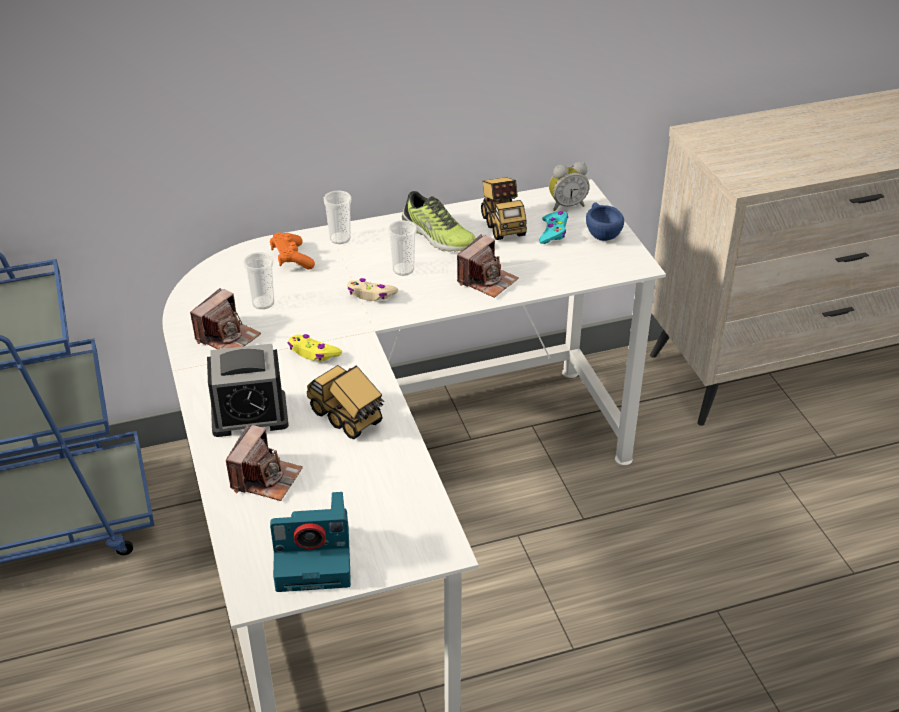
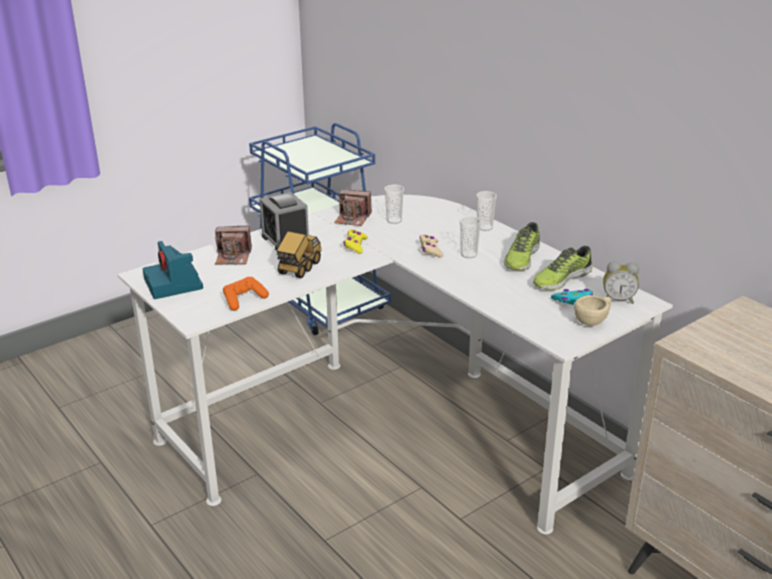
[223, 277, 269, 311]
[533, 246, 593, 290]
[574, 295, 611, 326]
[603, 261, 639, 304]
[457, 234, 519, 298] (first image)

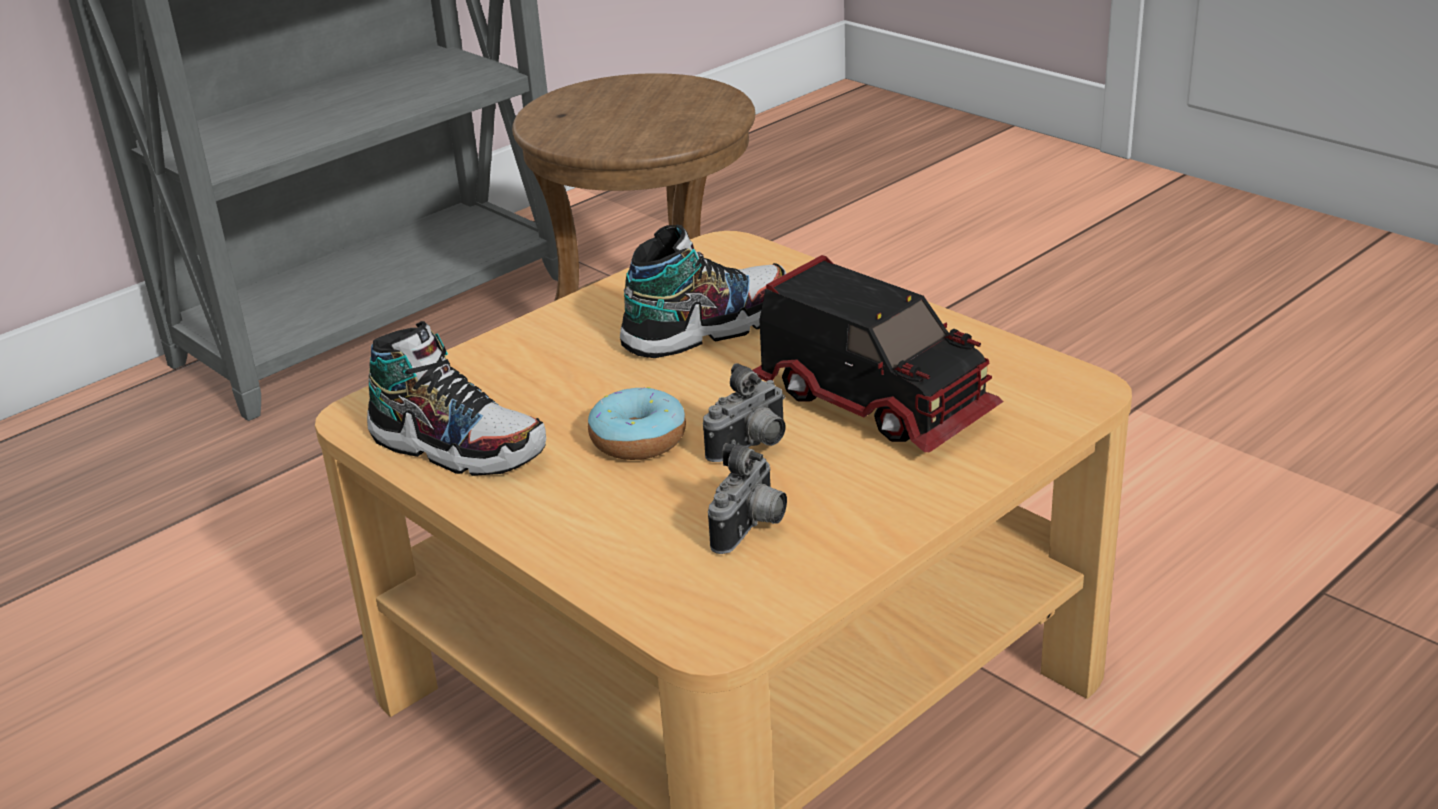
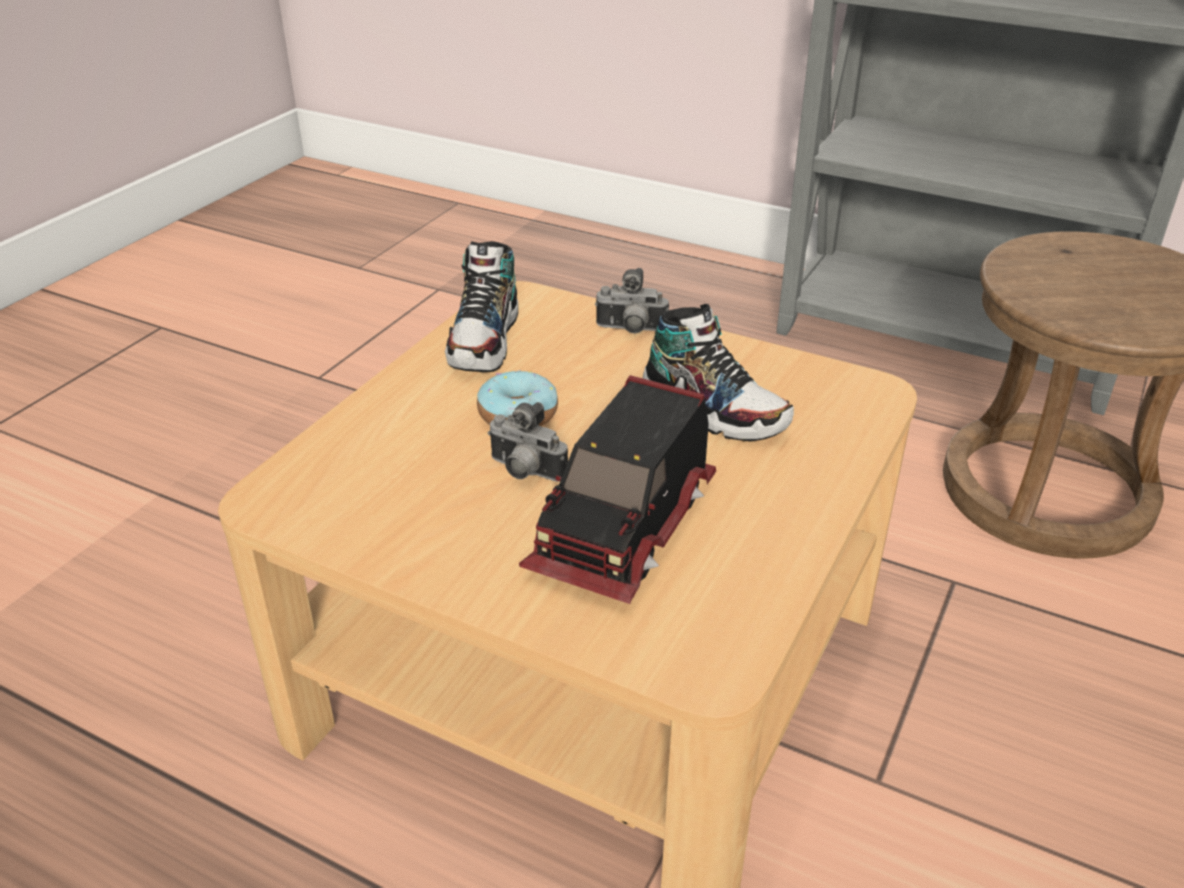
[595, 268, 669, 333]

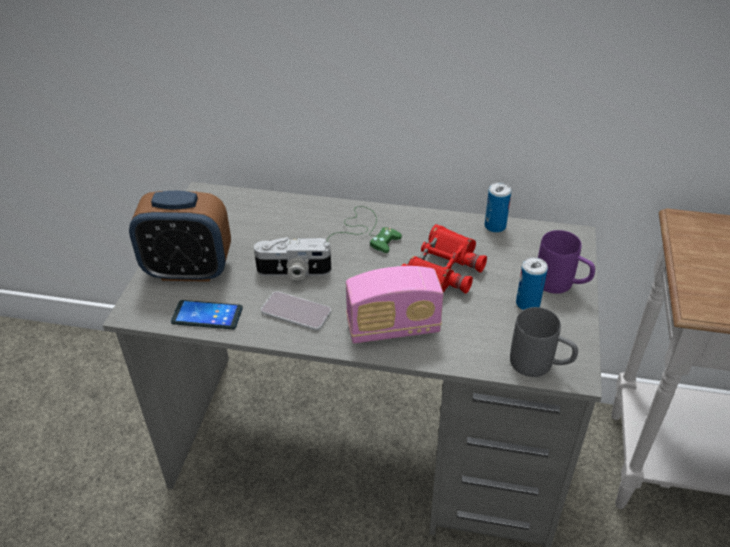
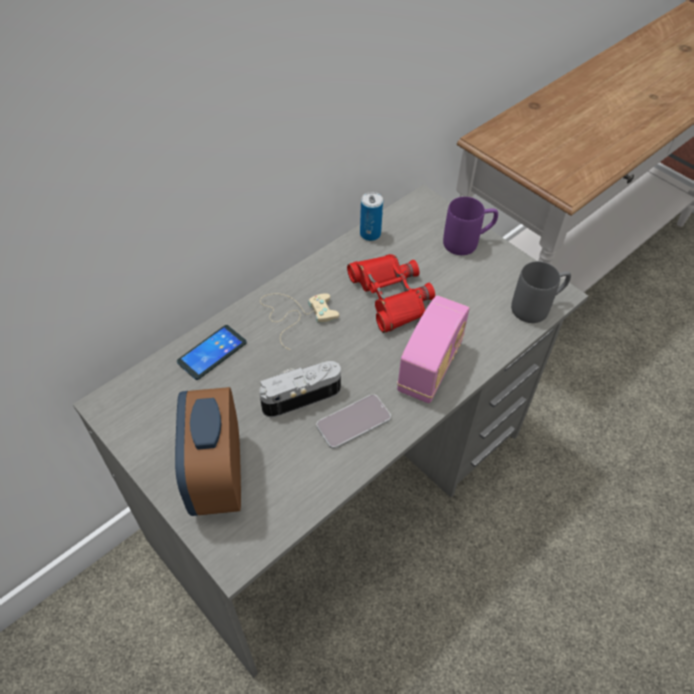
[175, 387, 241, 516]
[177, 325, 247, 380]
[259, 361, 341, 418]
[260, 293, 339, 350]
[516, 257, 548, 310] (first image)

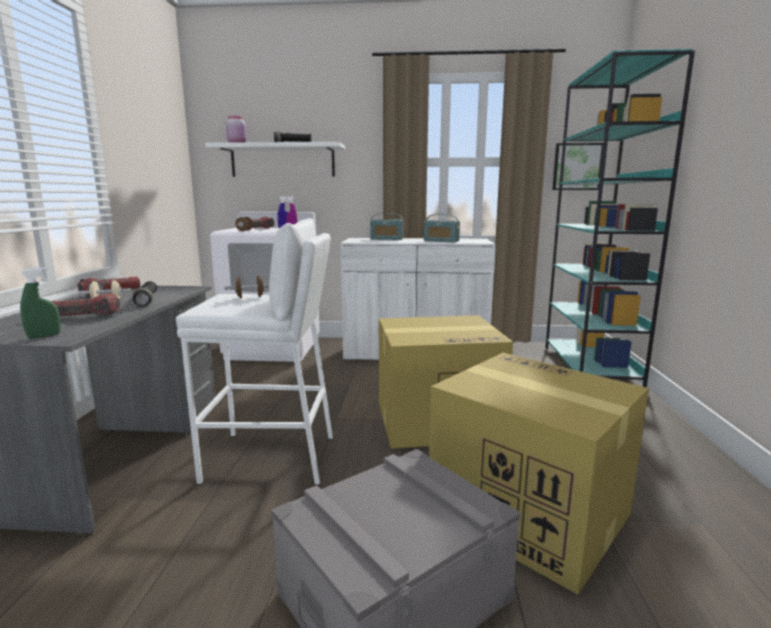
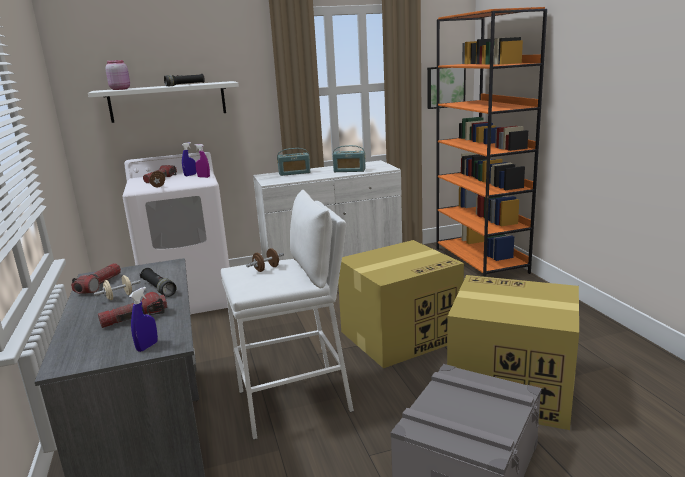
[129, 287, 158, 352]
[436, 7, 547, 277]

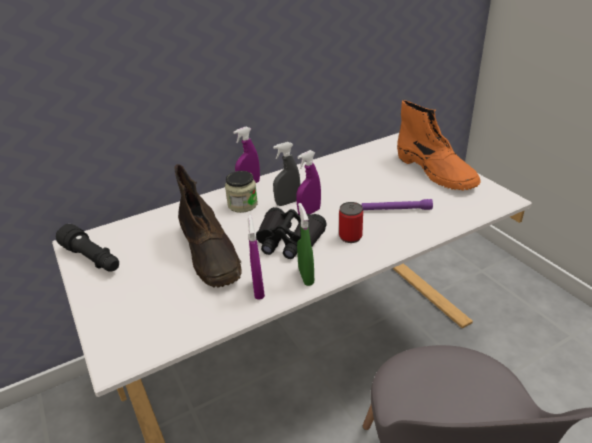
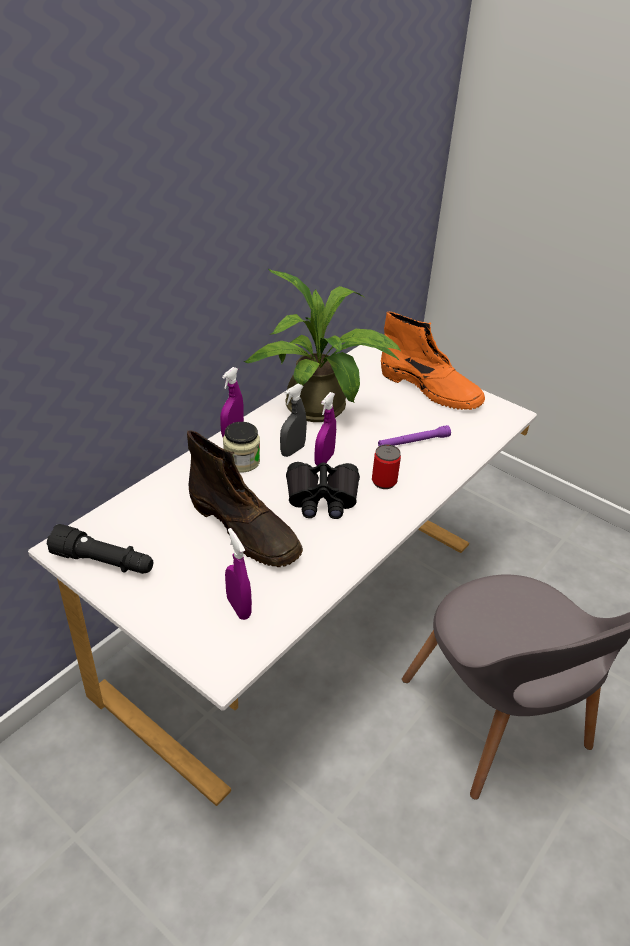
[225, 528, 252, 620]
[244, 269, 401, 422]
[297, 203, 314, 286] (first image)

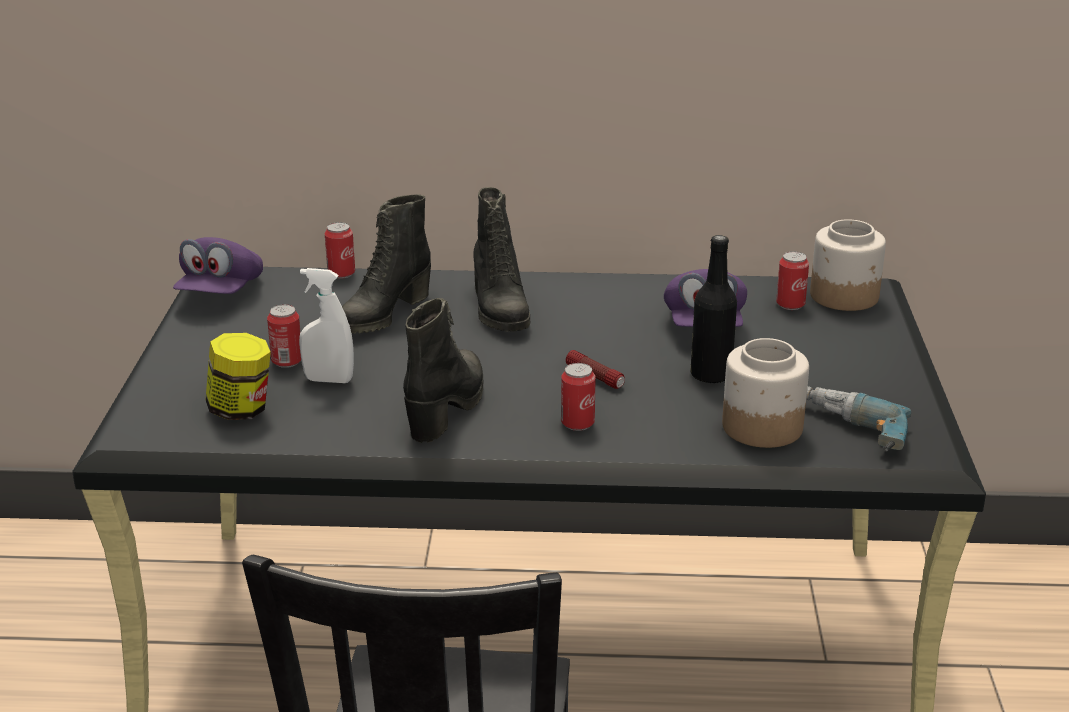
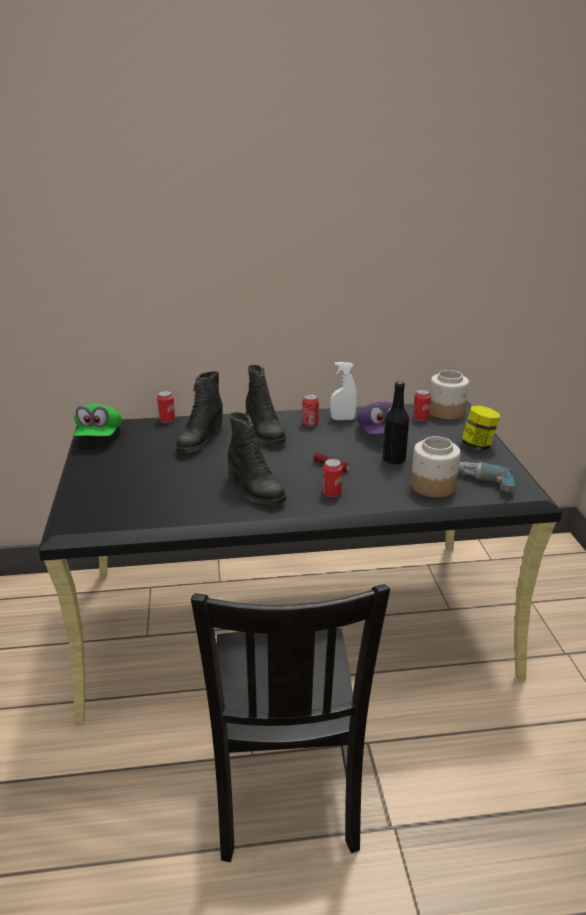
[74, 404, 122, 436]
[228, 412, 286, 505]
[302, 394, 319, 427]
[330, 362, 357, 420]
[461, 406, 500, 450]

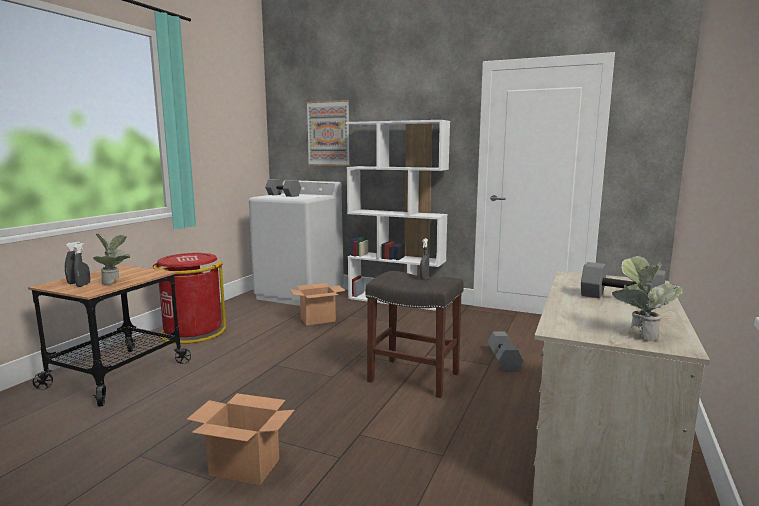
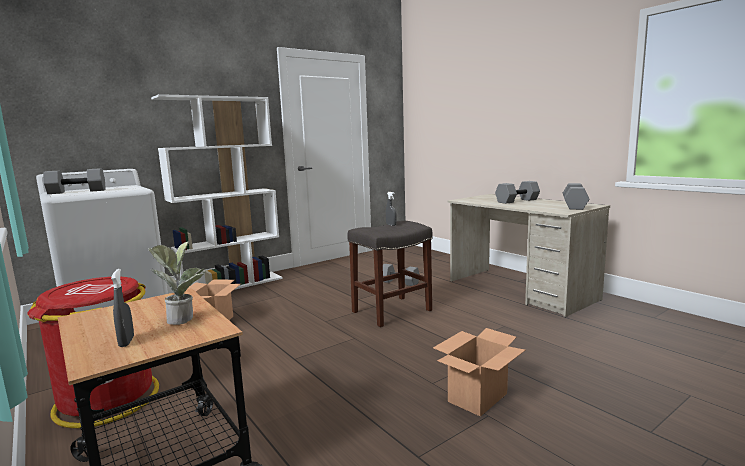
[563, 183, 590, 210]
[74, 243, 90, 287] (first image)
[306, 100, 350, 166] (first image)

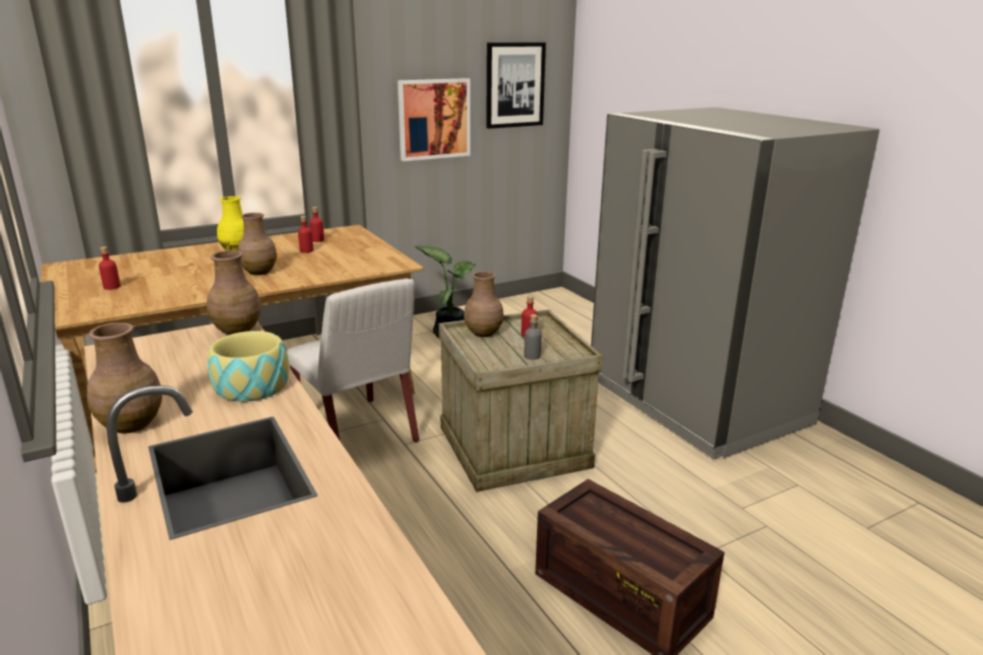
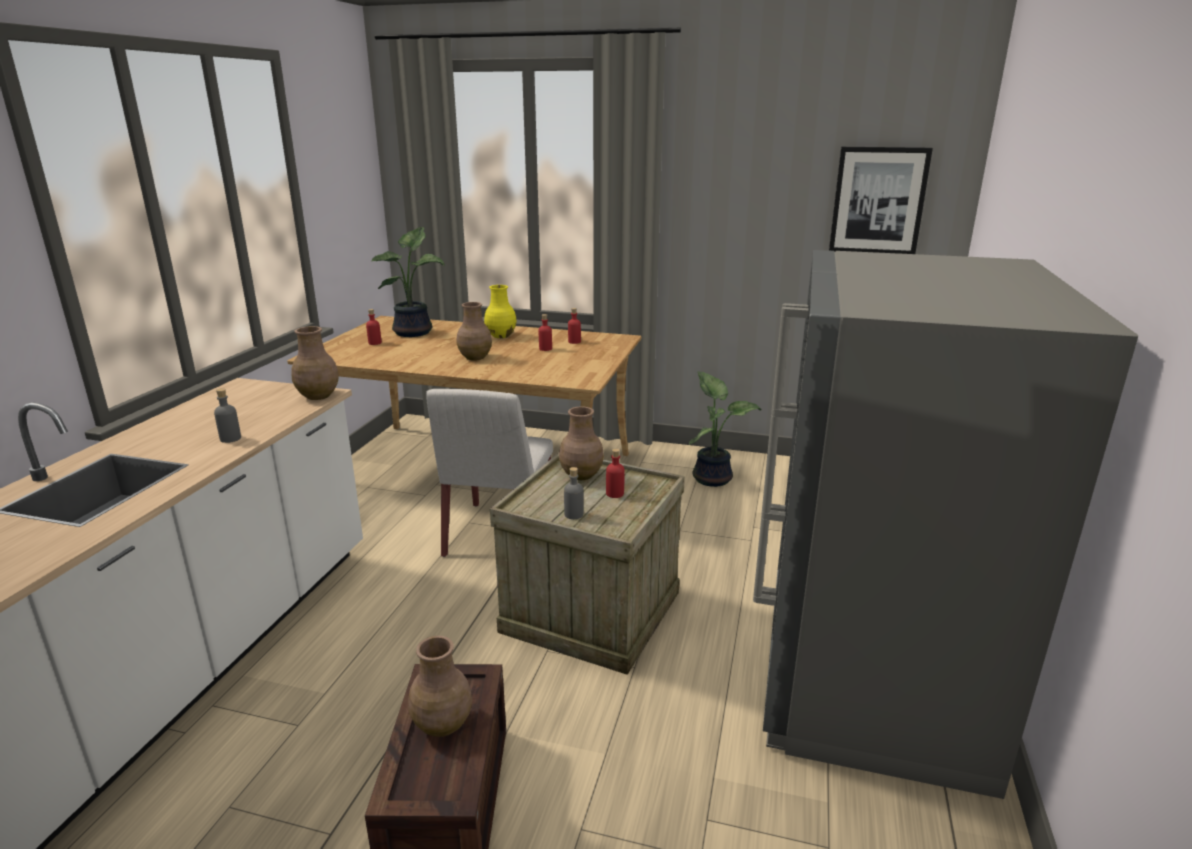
[214, 388, 241, 443]
[371, 227, 444, 337]
[408, 636, 472, 737]
[398, 78, 470, 161] (first image)

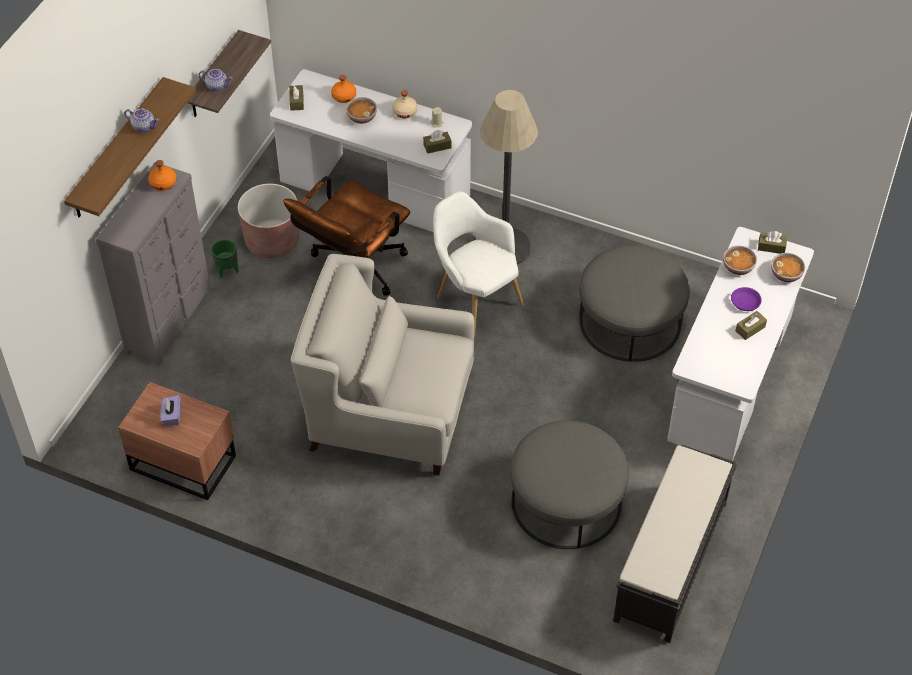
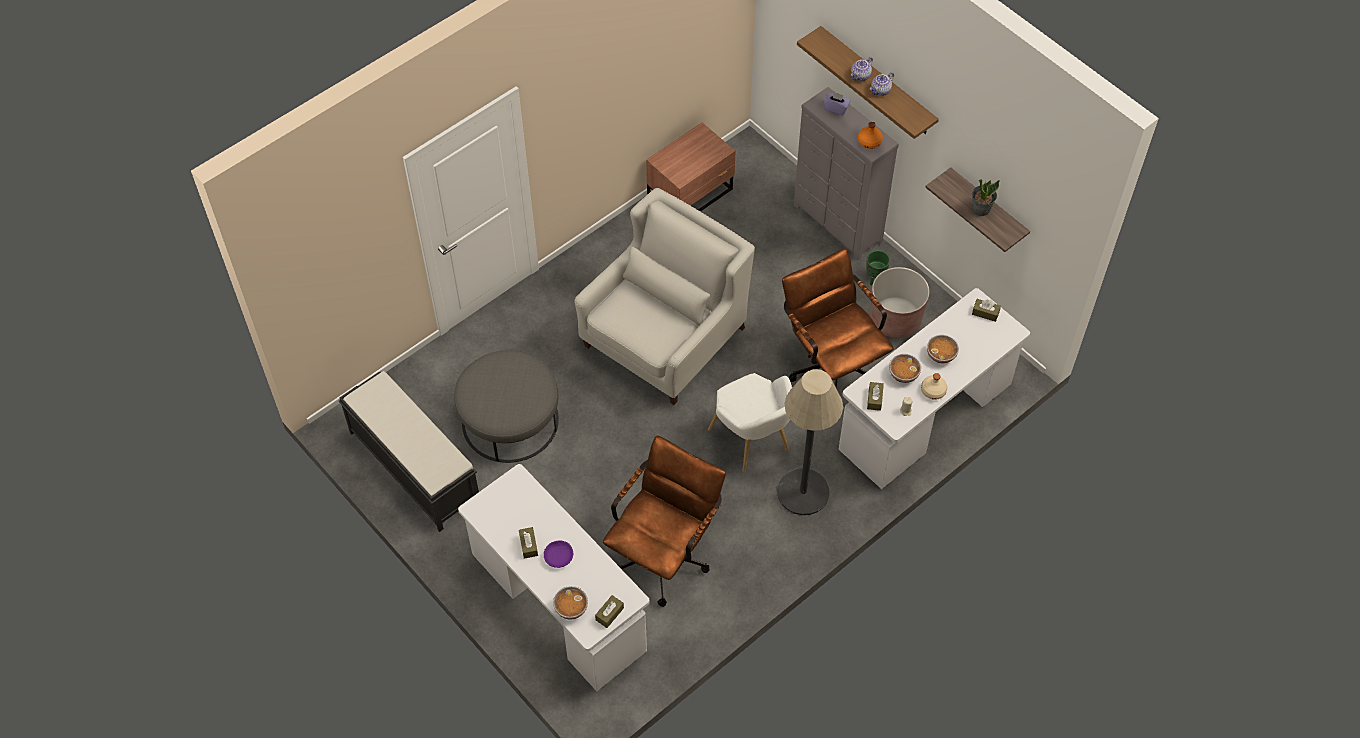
[603, 436, 726, 607]
[708, 373, 792, 472]
[823, 92, 851, 115]
[851, 57, 873, 81]
[889, 354, 921, 383]
[972, 179, 1000, 216]
[331, 75, 356, 103] (first image)

